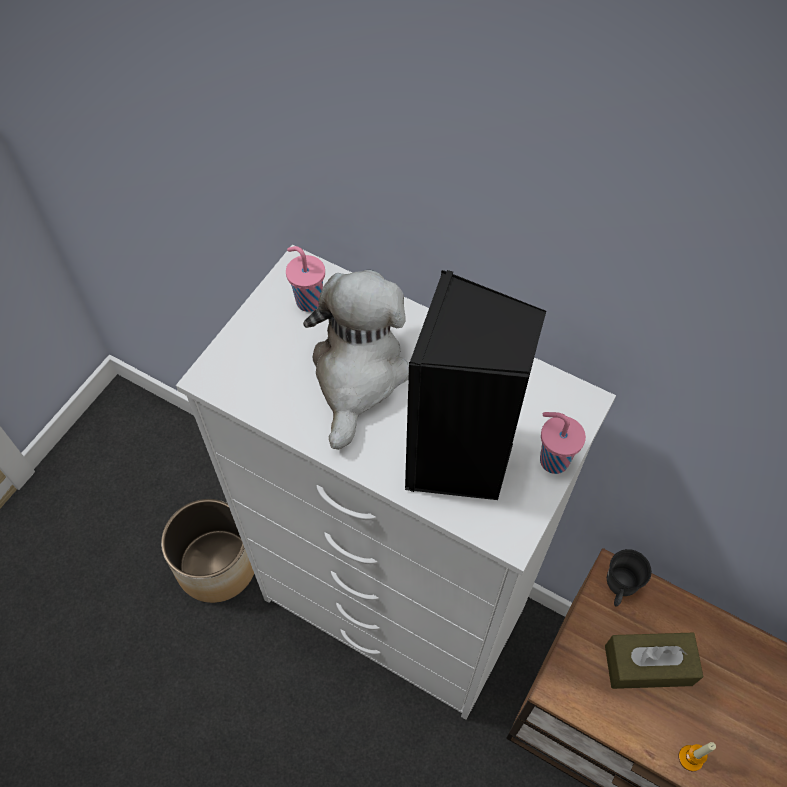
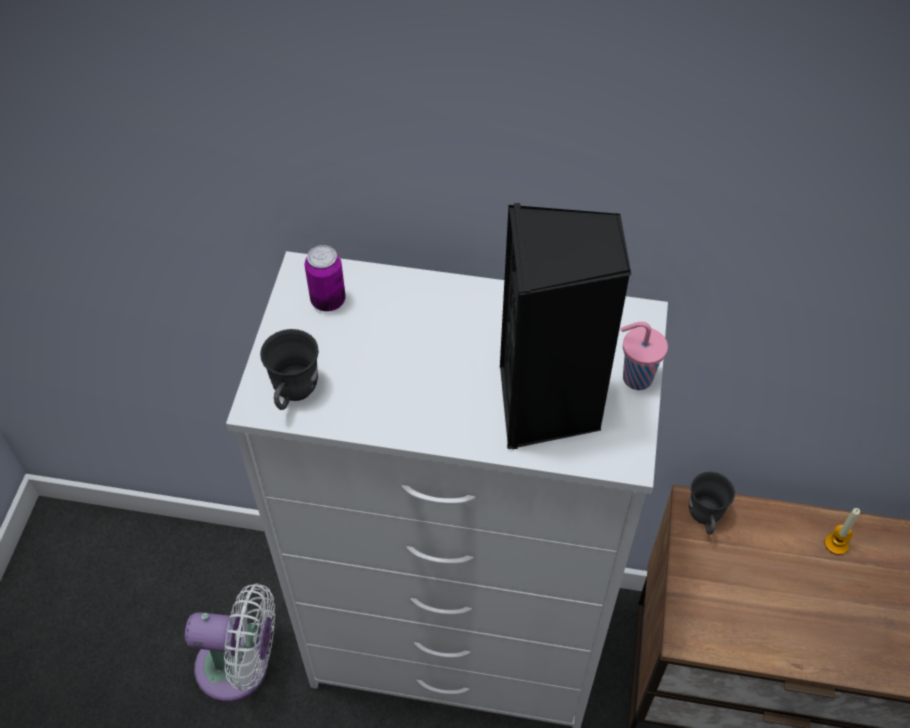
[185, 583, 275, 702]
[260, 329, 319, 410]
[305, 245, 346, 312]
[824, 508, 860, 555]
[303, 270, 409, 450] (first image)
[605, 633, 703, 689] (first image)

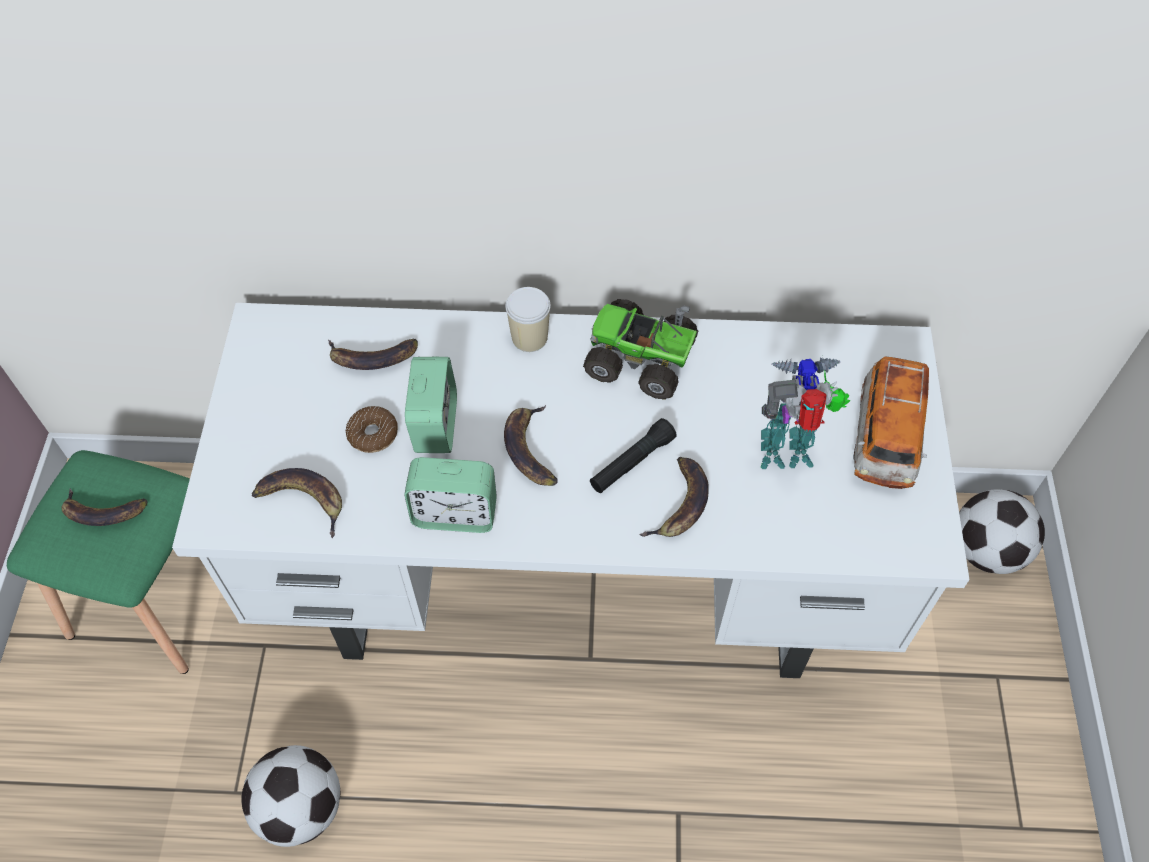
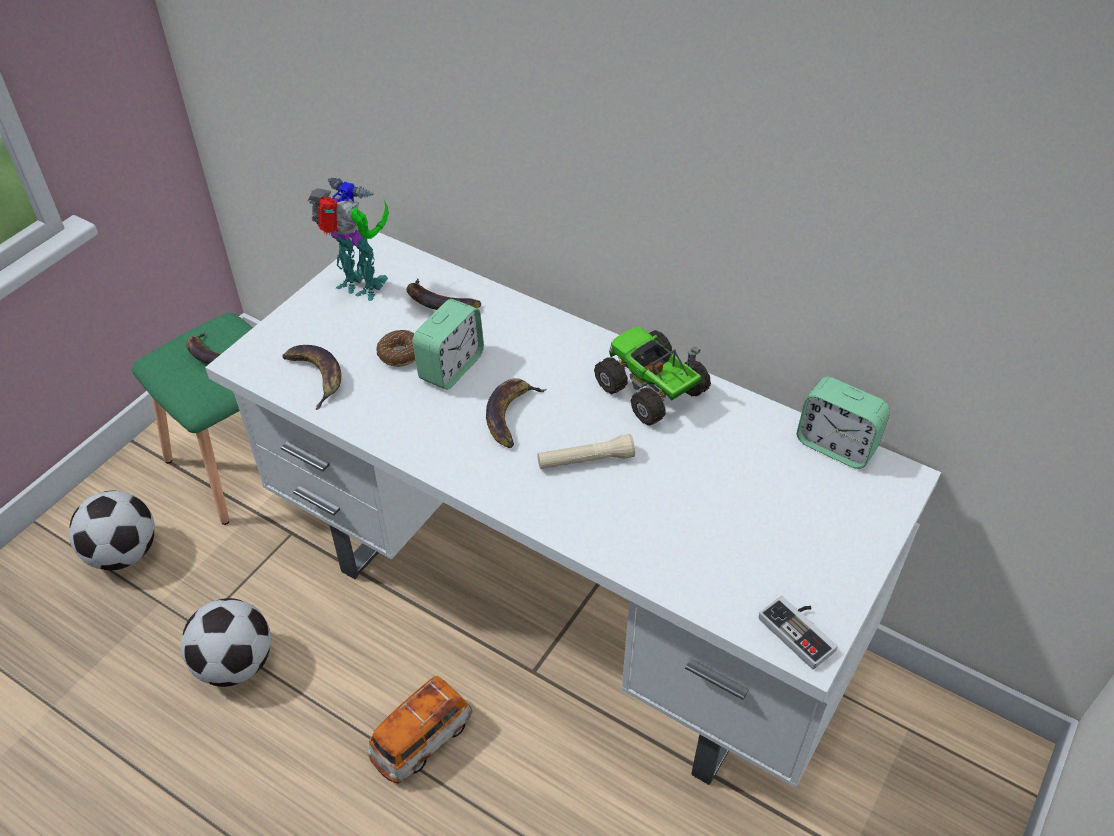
[69, 491, 155, 570]
[307, 178, 389, 301]
[367, 676, 473, 784]
[537, 434, 635, 469]
[759, 596, 838, 669]
[796, 377, 890, 469]
[505, 287, 551, 352] (first image)
[639, 457, 709, 537] (first image)

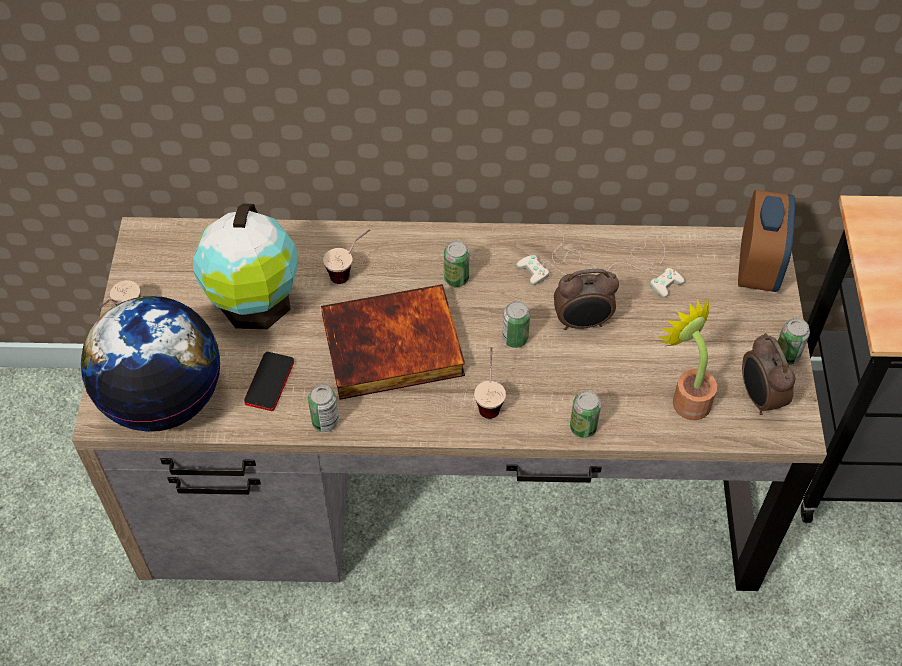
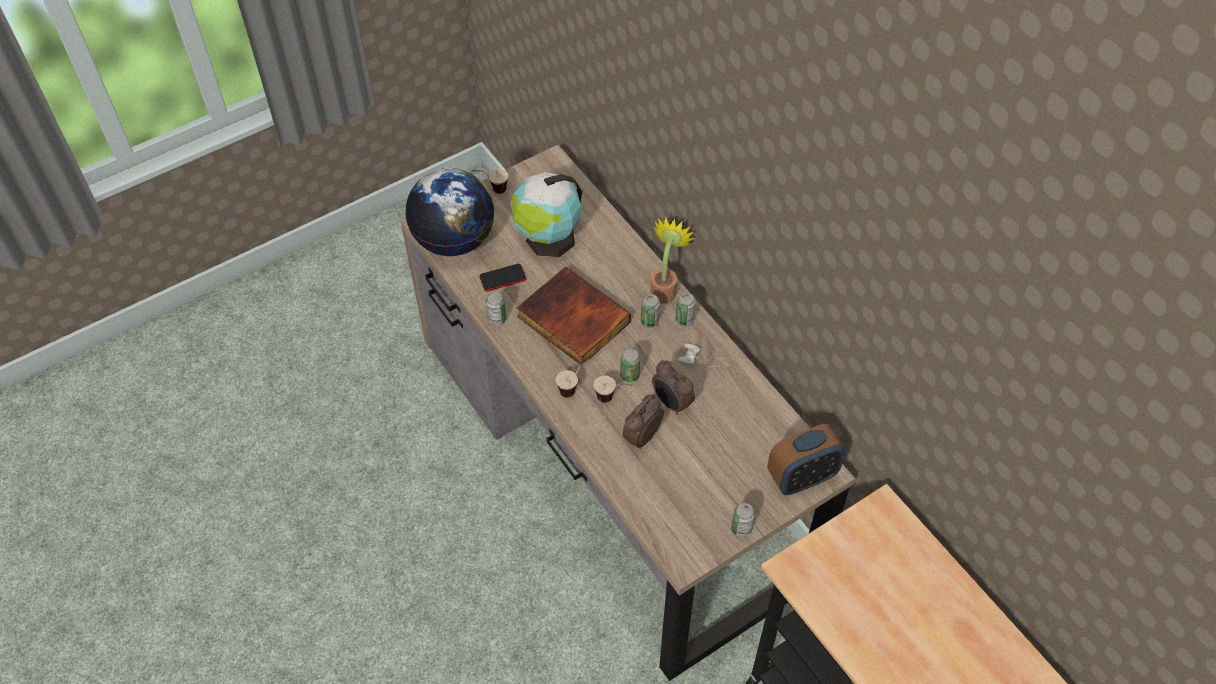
[594, 375, 633, 403]
[623, 394, 664, 449]
[650, 217, 694, 304]
[676, 292, 696, 326]
[608, 235, 685, 298] (first image)

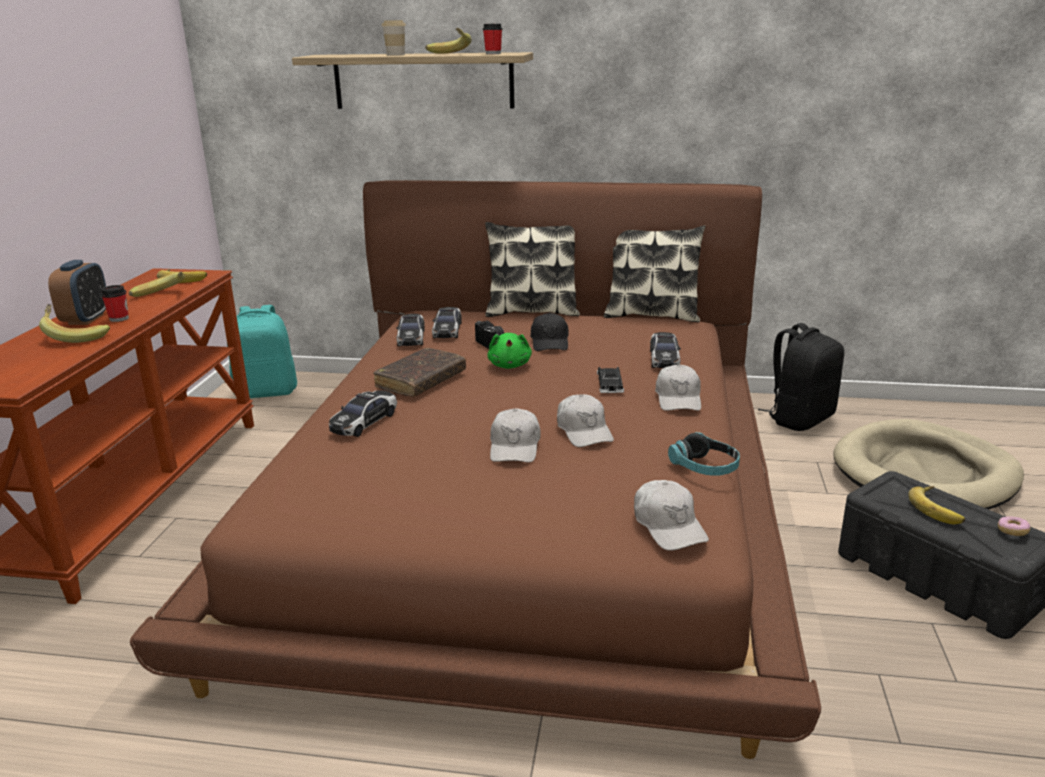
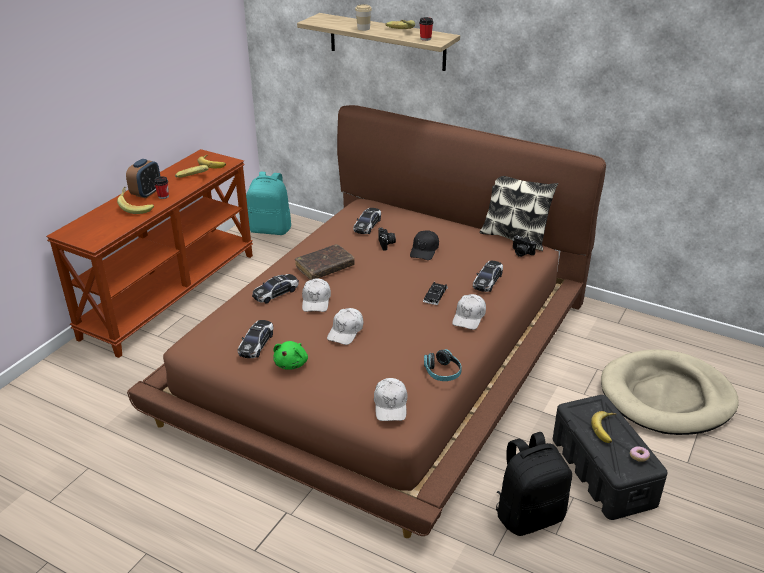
[238, 320, 274, 358]
[273, 341, 308, 370]
[302, 278, 331, 312]
[496, 432, 572, 536]
[513, 235, 536, 257]
[485, 222, 580, 317] (first image)

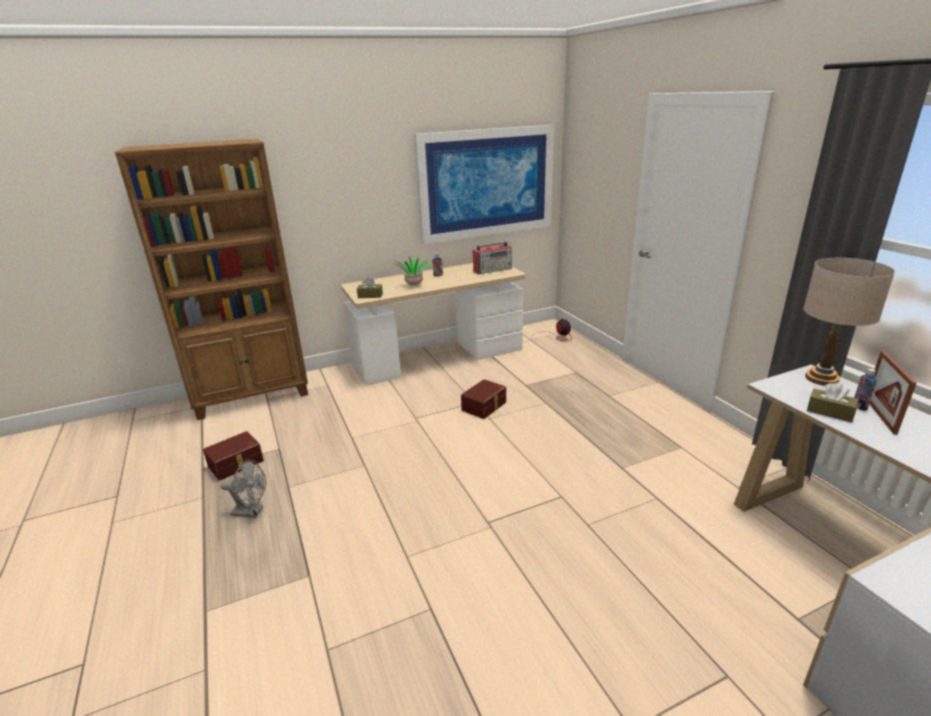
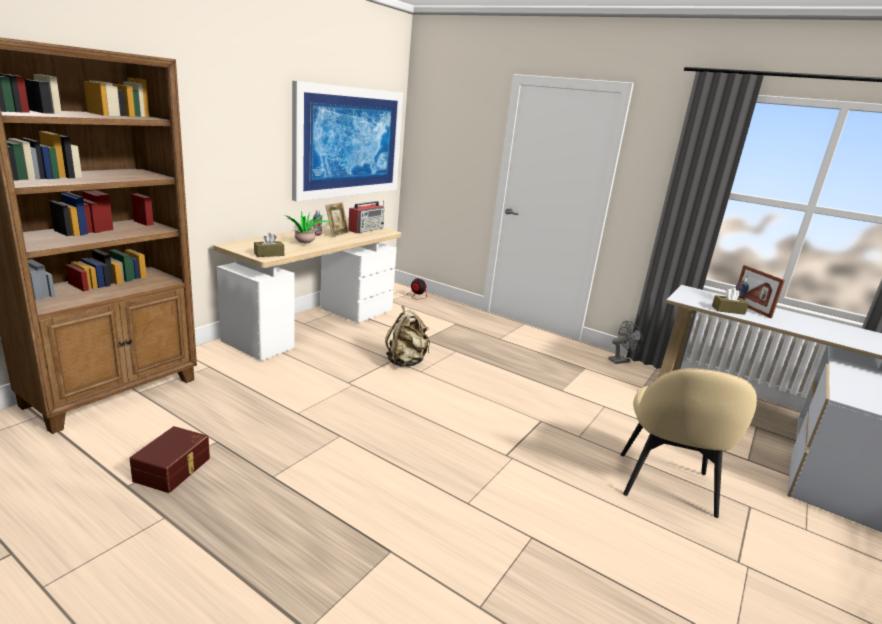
[325, 202, 349, 237]
[385, 306, 430, 367]
[608, 321, 643, 364]
[621, 368, 757, 518]
[804, 258, 895, 386] (first image)

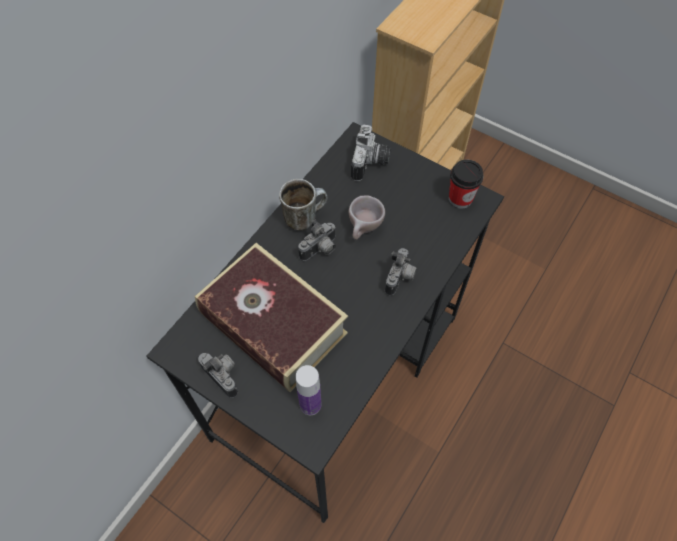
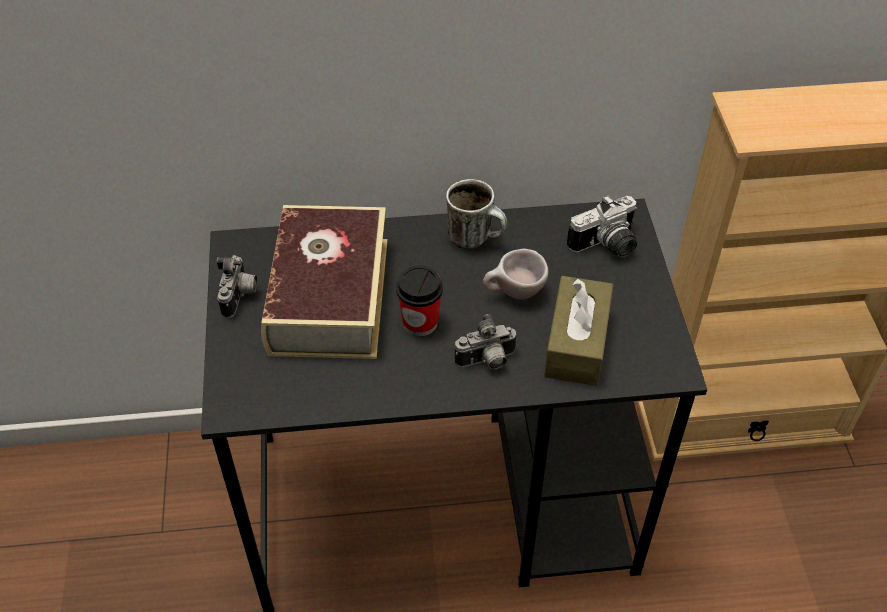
[396, 265, 443, 336]
[544, 276, 613, 386]
[296, 365, 322, 415] (first image)
[298, 220, 336, 261] (first image)

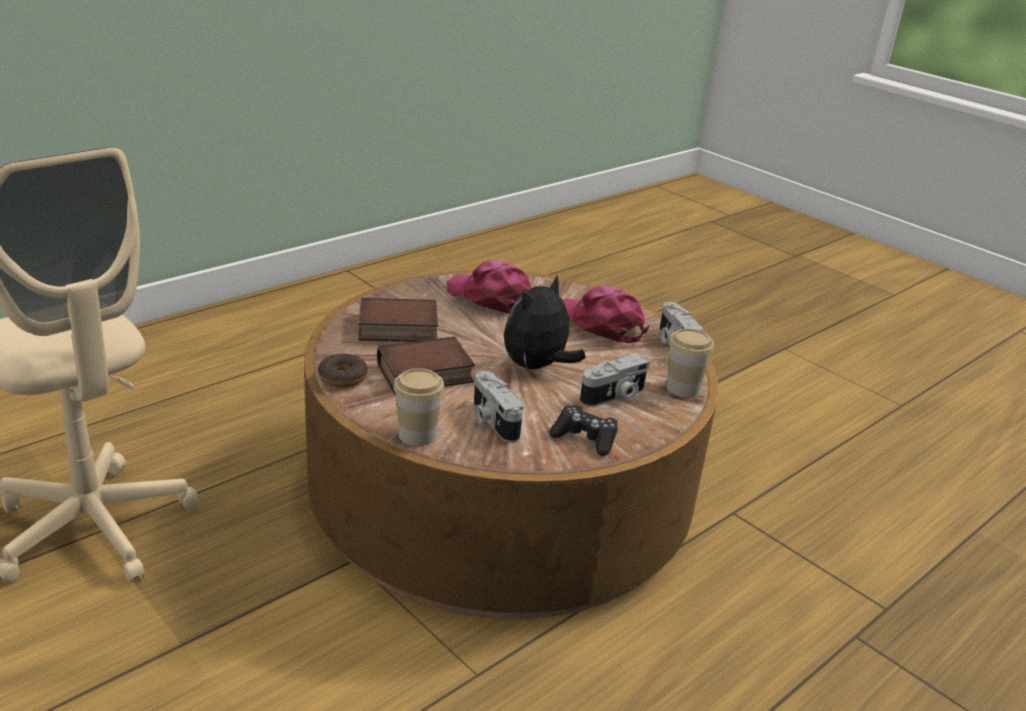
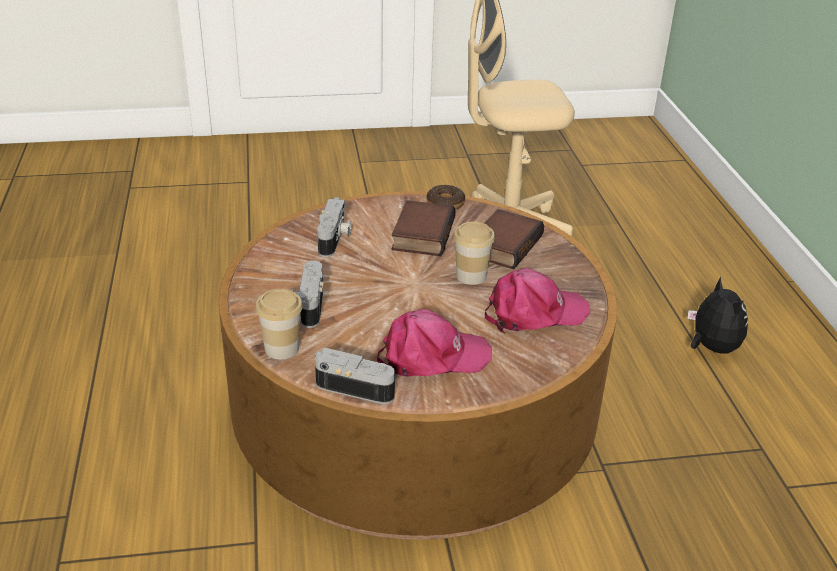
[317, 197, 351, 257]
[453, 221, 495, 285]
[687, 277, 748, 354]
[549, 405, 618, 456] (first image)

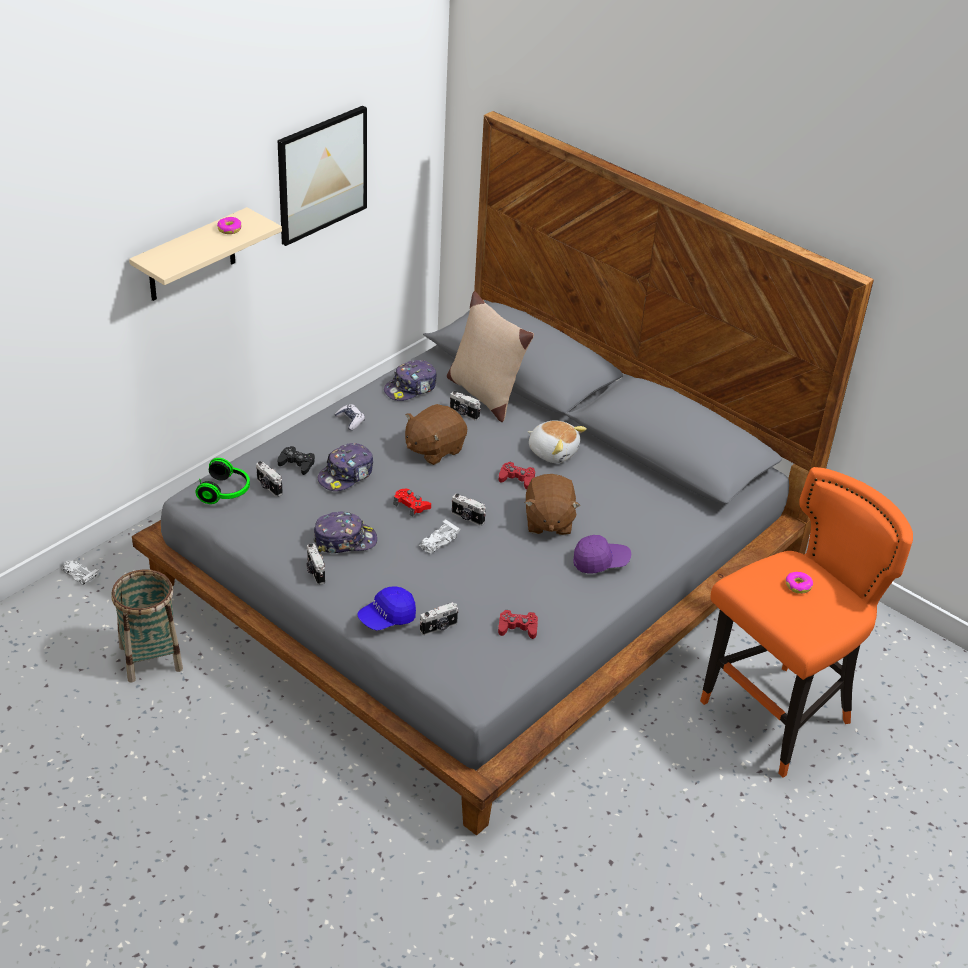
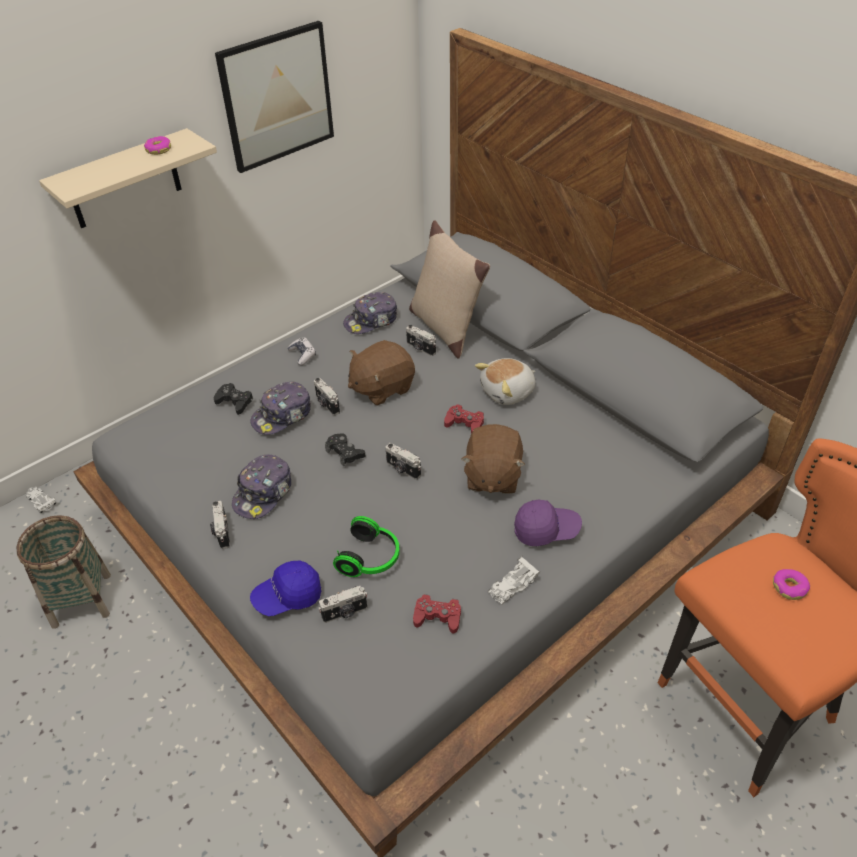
[232, 454, 291, 519]
[314, 378, 340, 415]
[325, 433, 365, 466]
[333, 516, 400, 577]
[475, 358, 535, 405]
[488, 556, 540, 605]

